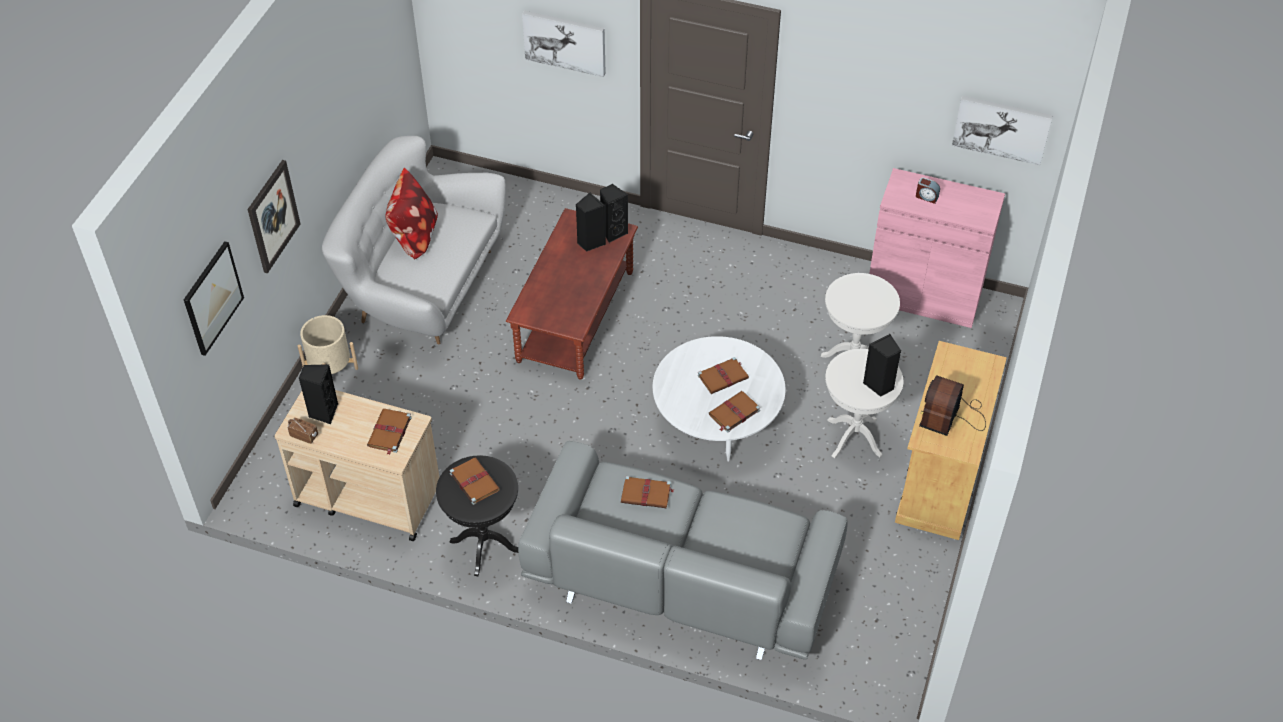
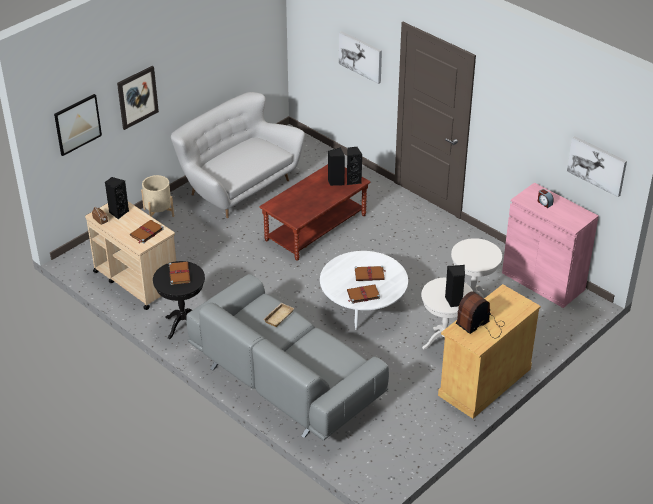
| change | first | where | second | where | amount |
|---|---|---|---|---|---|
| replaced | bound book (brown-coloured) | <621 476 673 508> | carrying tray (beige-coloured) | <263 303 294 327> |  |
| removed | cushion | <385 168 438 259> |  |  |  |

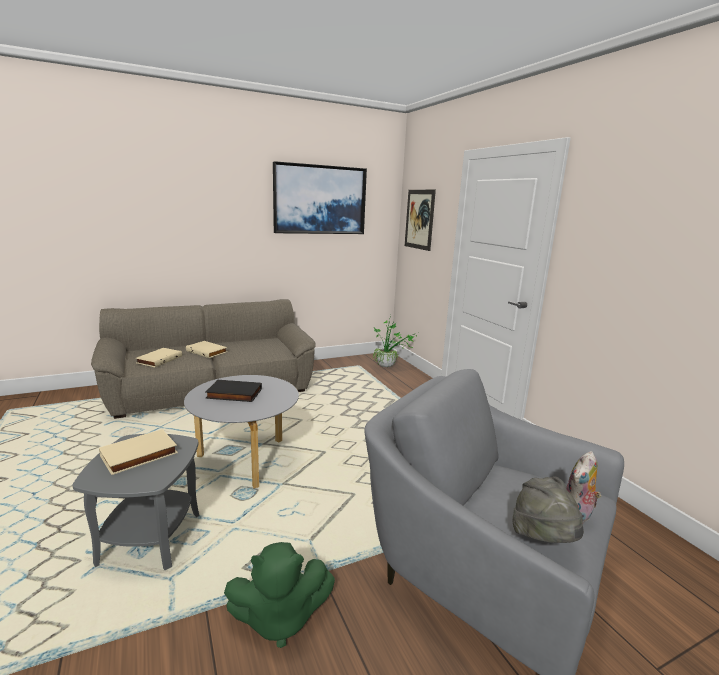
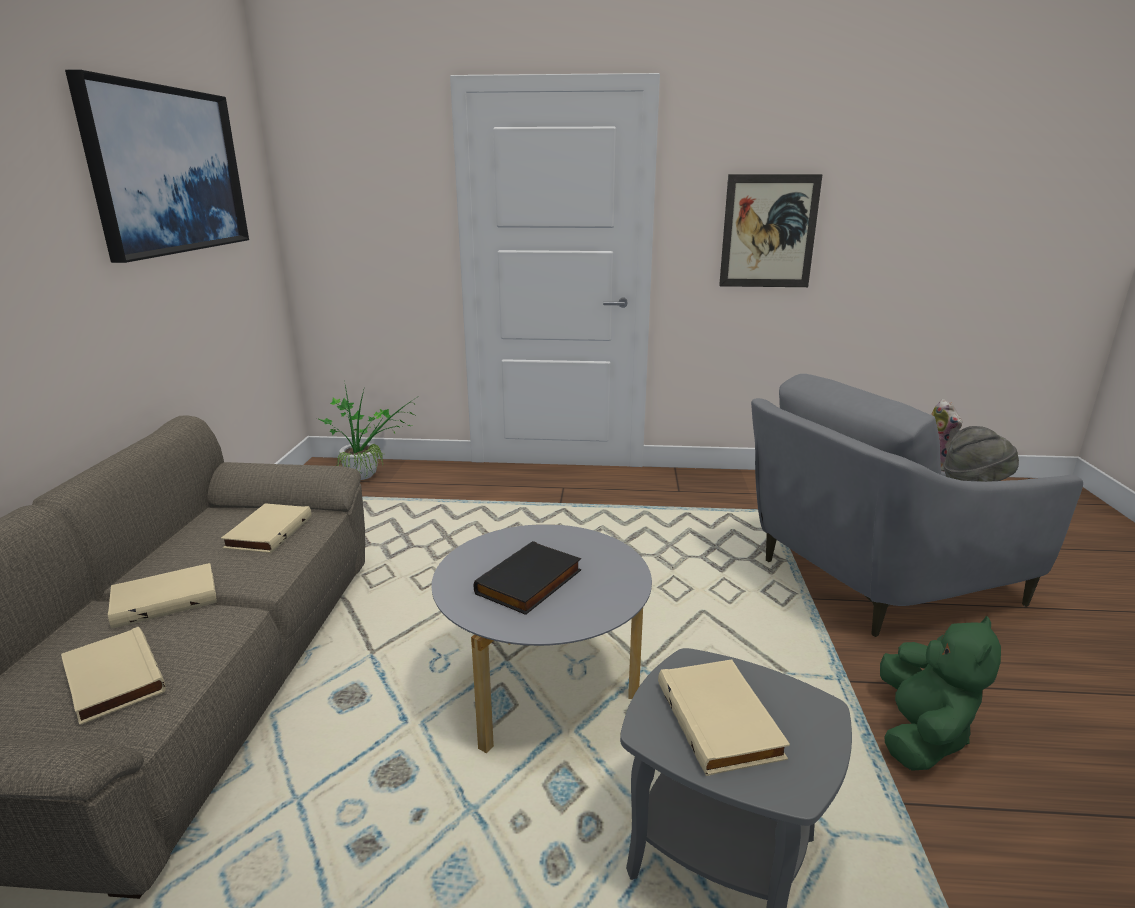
| change | first | where | second | where | amount |
|---|---|---|---|---|---|
| added |  |  | bound book (beige-coloured) | <221 503 311 553> |  |
| moved | wall art | <405 190 436 251> |  | <719 174 823 287> |  |

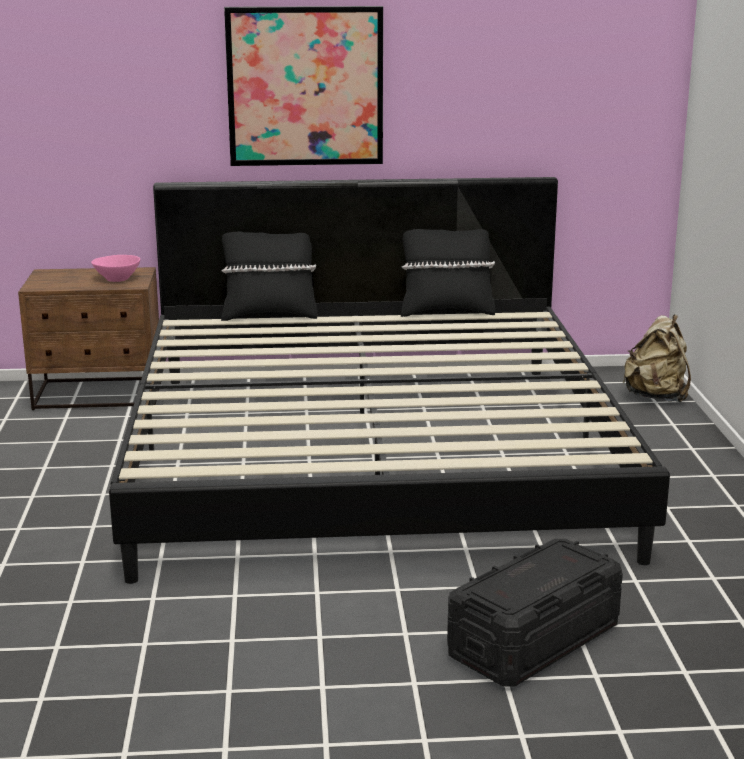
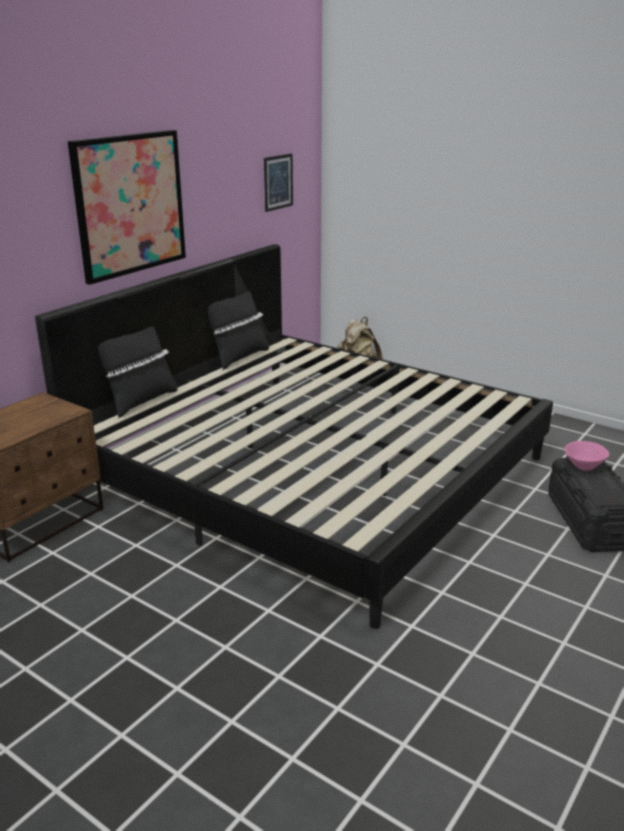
| change | first | where | second | where | amount |
|---|---|---|---|---|---|
| added |  |  | wall art | <264 153 293 212> |  |
| moved | bowl (pink) | <91 255 140 282> |  | <565 441 609 471> |  |

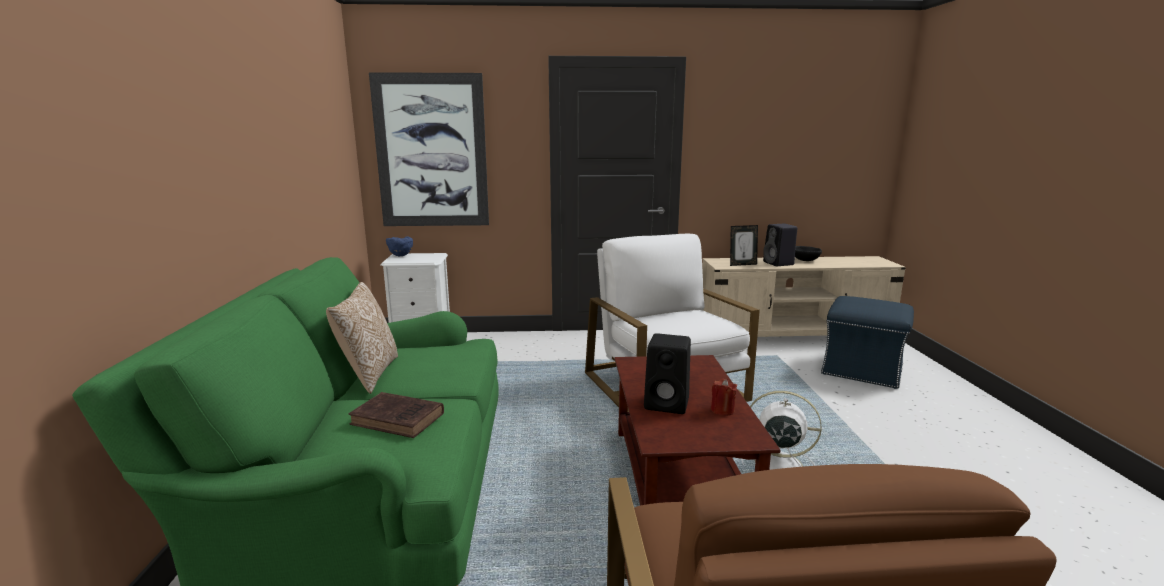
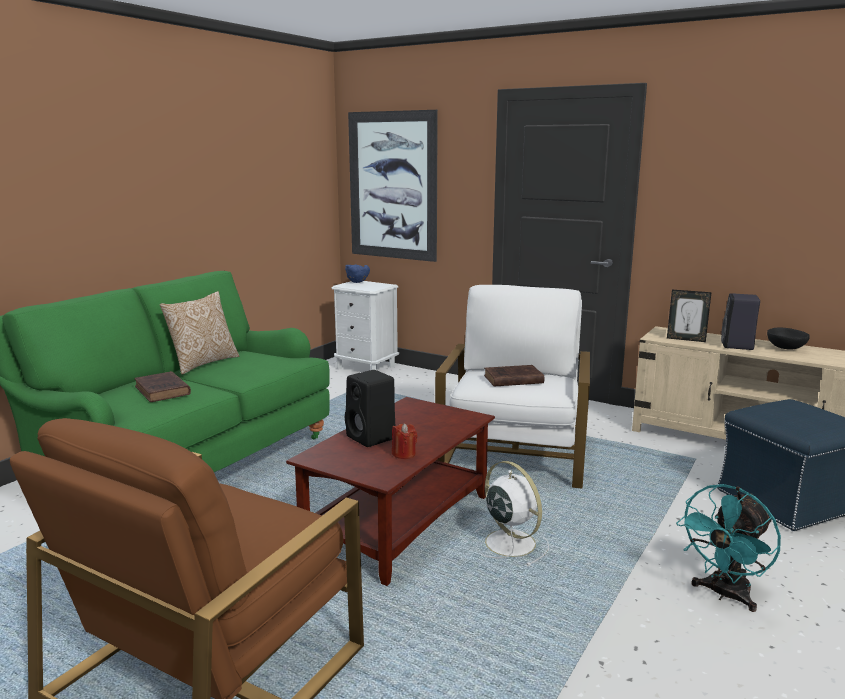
| change | first | where | second | where | amount |
|---|---|---|---|---|---|
| added |  |  | bound book (brown-coloured) | <484 365 544 387> |  |
| added |  |  | fan (turquoise) | <676 484 781 612> |  |

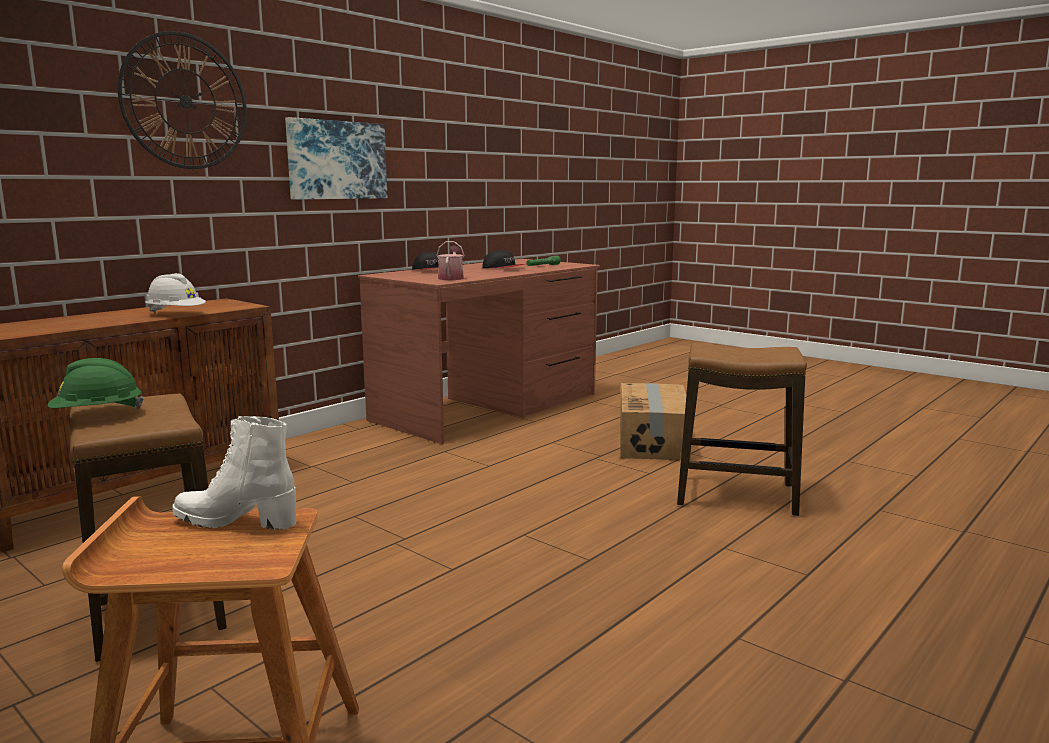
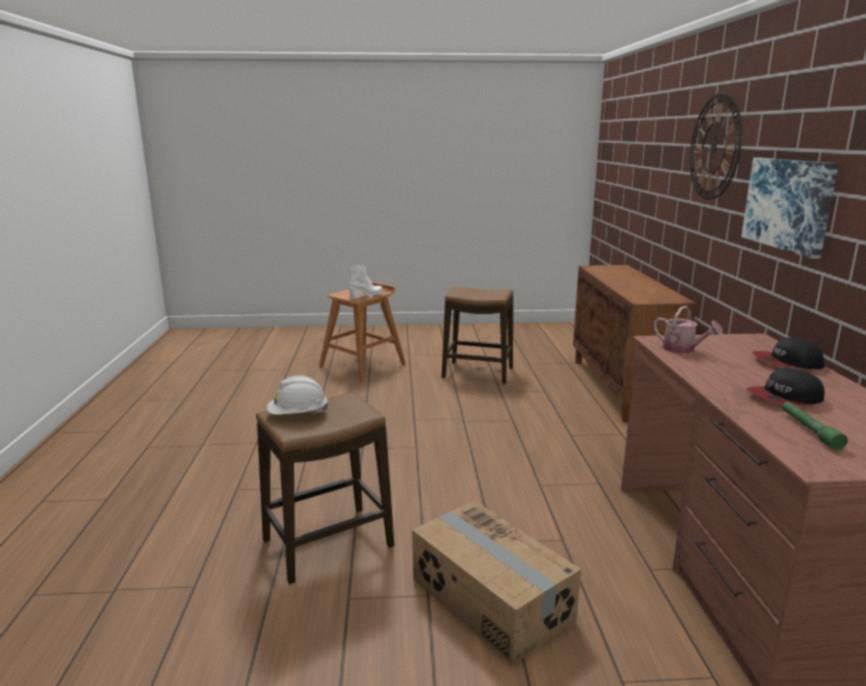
| change | first | where | second | where | amount |
|---|---|---|---|---|---|
| moved | hard hat (white) | <145 273 206 313> |  | <267 376 328 415> |  |
| removed | hard hat (green-coloured) | <48 358 144 409> |  |  |  |

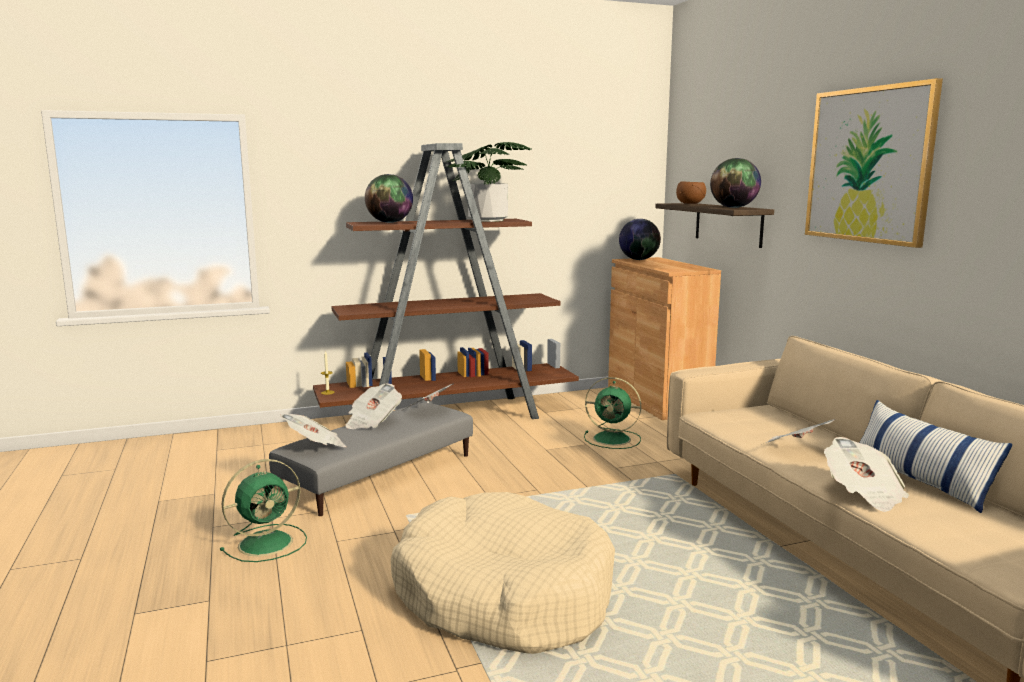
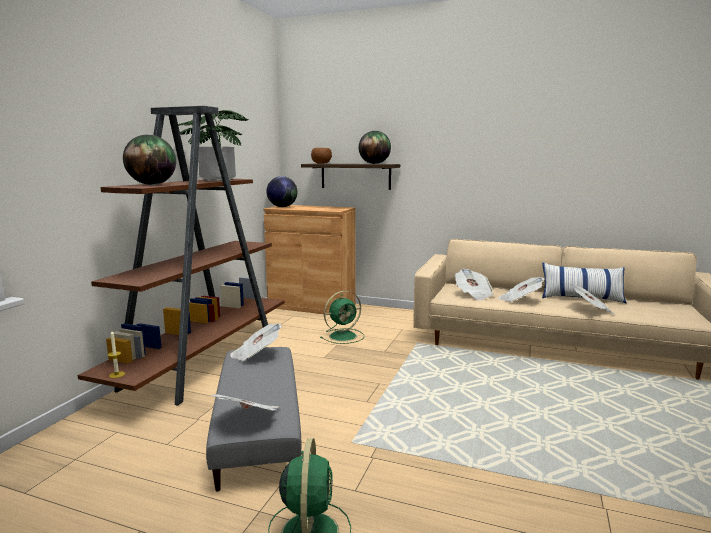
| change | first | where | second | where | amount |
|---|---|---|---|---|---|
| moved | printed paper | <345 383 402 429> |  | <455 269 494 301> |  |
| removed | dog bed (beige-coloured) | <391 492 615 654> |  |  |  |
| removed | wall art | <805 78 943 248> |  |  |  |

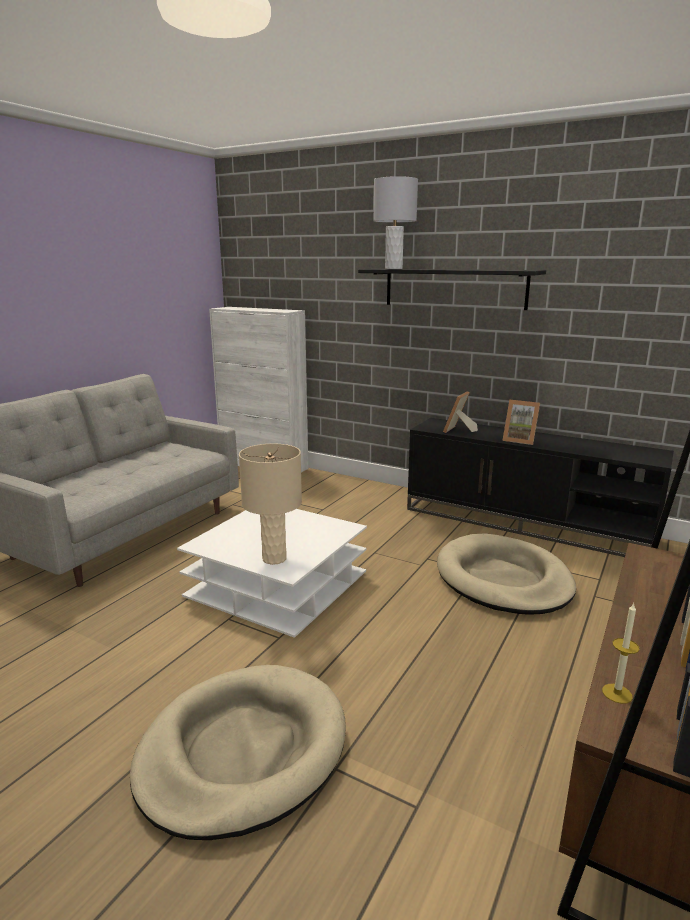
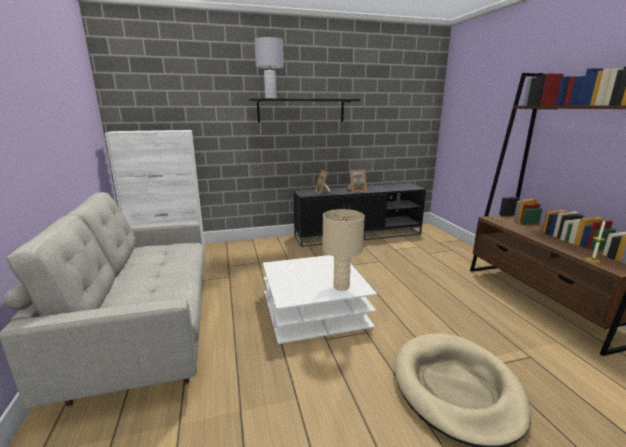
| change | first | where | second | where | amount |
|---|---|---|---|---|---|
| removed | dog bed (beige-coloured) | <437 533 576 615> |  |  |  |

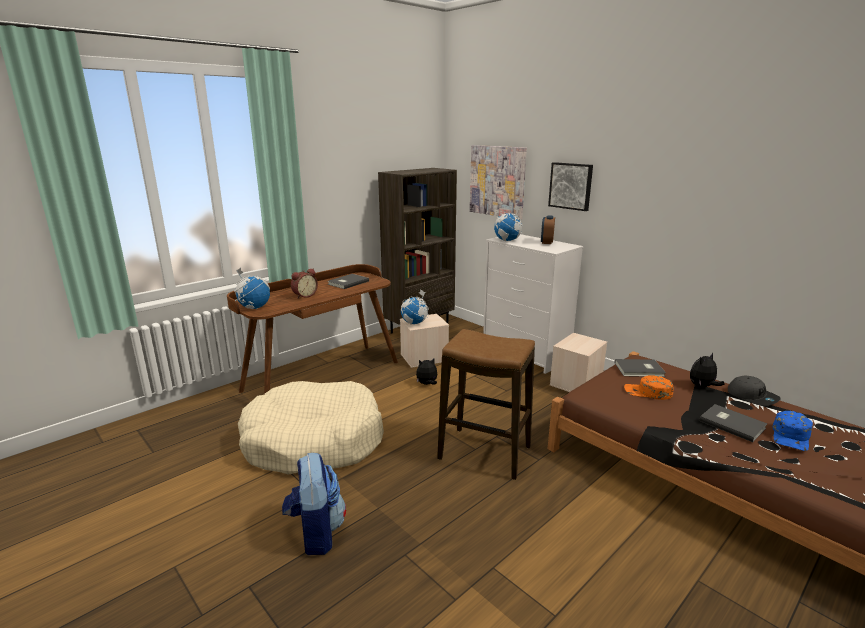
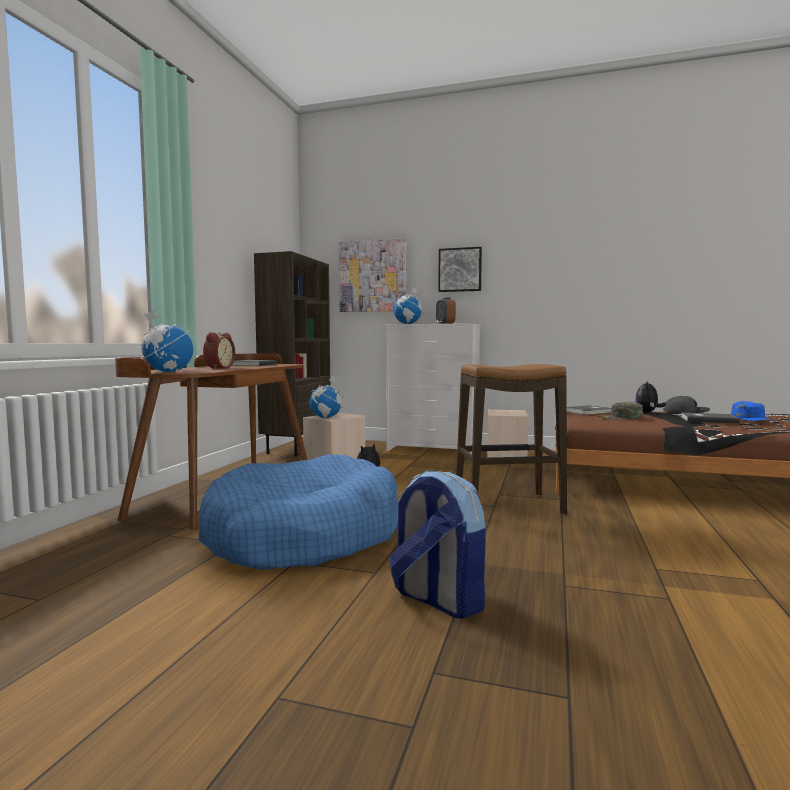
| change | first | where | second | where | amount |
|---|---|---|---|---|---|
| recoloured | dog bed (beige-coloured) | <238 381 384 475> | dog bed (blue) | <198 454 398 570> |  |
| recoloured | cap (orange-coloured) | <624 375 674 400> | cap (green-coloured) | <598 402 643 420> |  |

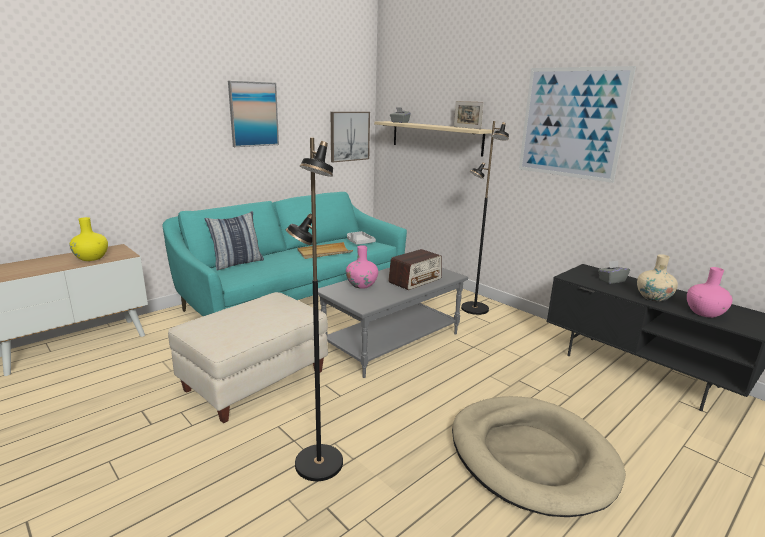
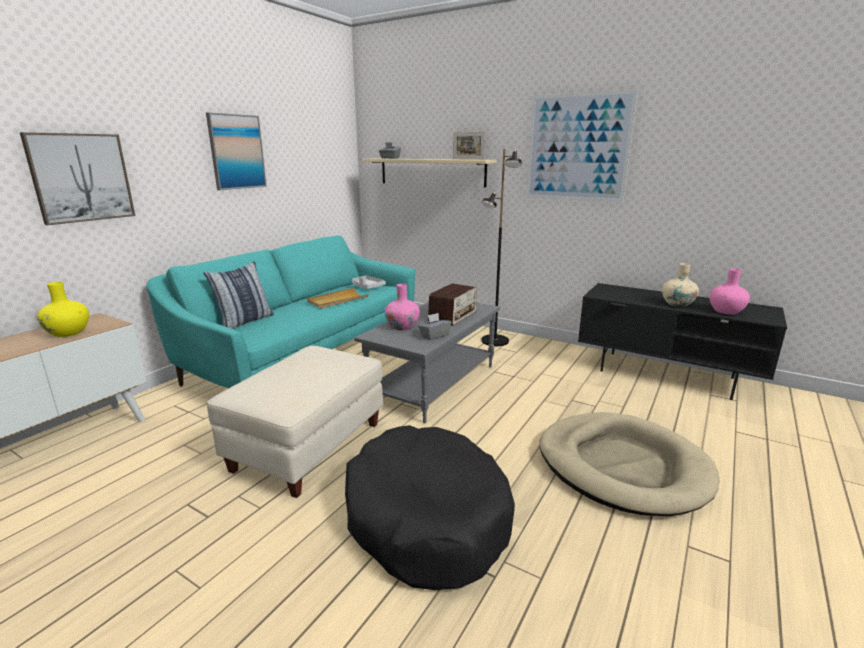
| change | first | where | second | where | amount |
|---|---|---|---|---|---|
| moved | wall art | <331 112 370 162> |  | <20 132 135 225> |  |
| replaced | floor lamp (blackish) | <286 138 343 481> | dog bed (blackish) | <345 425 515 590> |  |
| moved | tissue box (greyish) | <598 261 630 284> |  | <418 313 452 340> |  |

